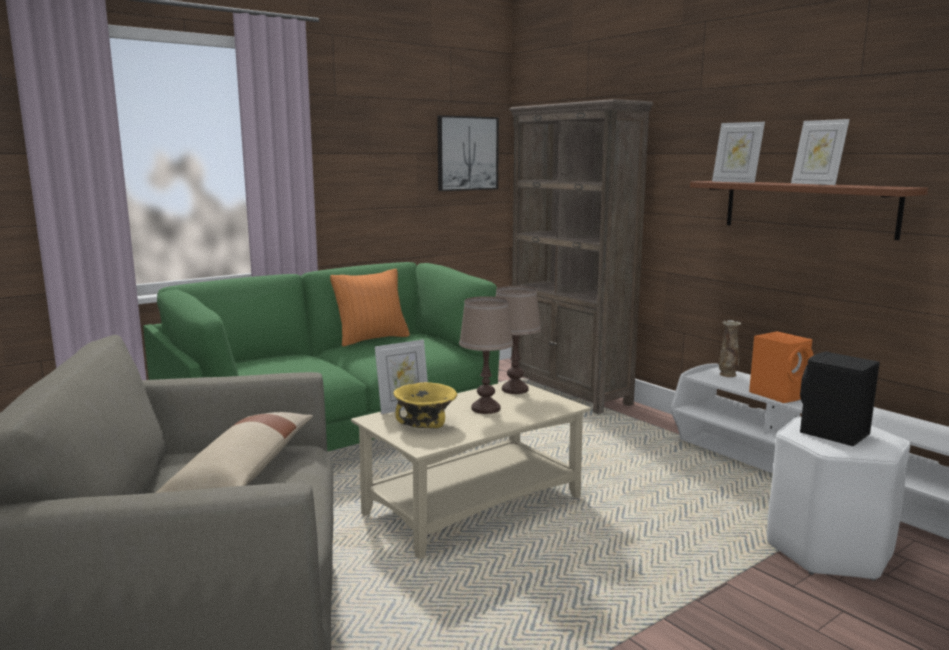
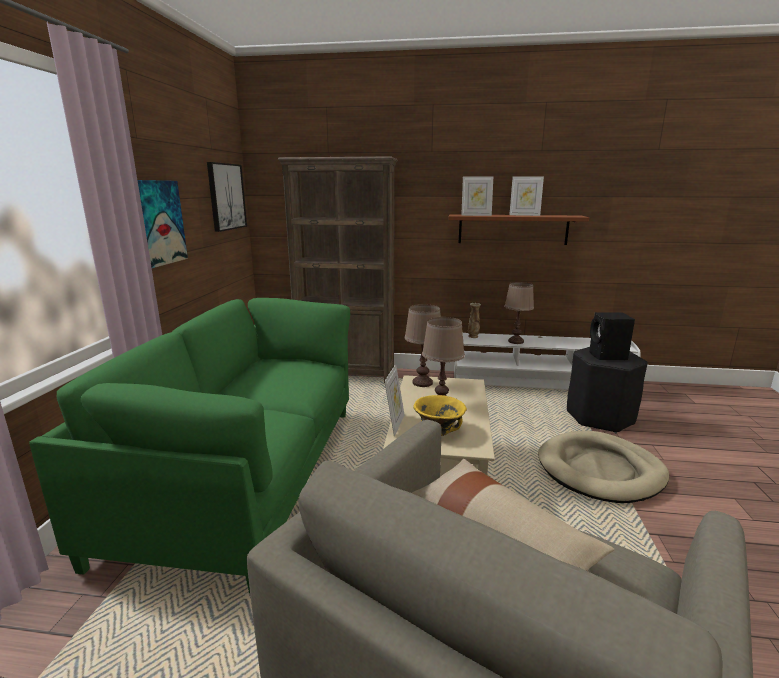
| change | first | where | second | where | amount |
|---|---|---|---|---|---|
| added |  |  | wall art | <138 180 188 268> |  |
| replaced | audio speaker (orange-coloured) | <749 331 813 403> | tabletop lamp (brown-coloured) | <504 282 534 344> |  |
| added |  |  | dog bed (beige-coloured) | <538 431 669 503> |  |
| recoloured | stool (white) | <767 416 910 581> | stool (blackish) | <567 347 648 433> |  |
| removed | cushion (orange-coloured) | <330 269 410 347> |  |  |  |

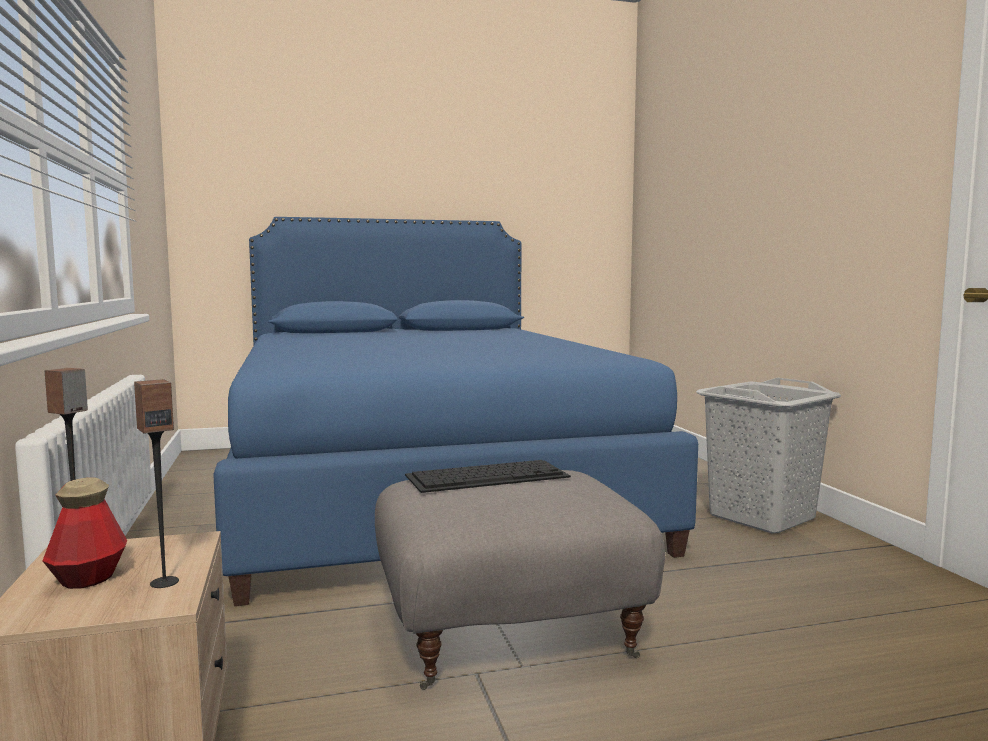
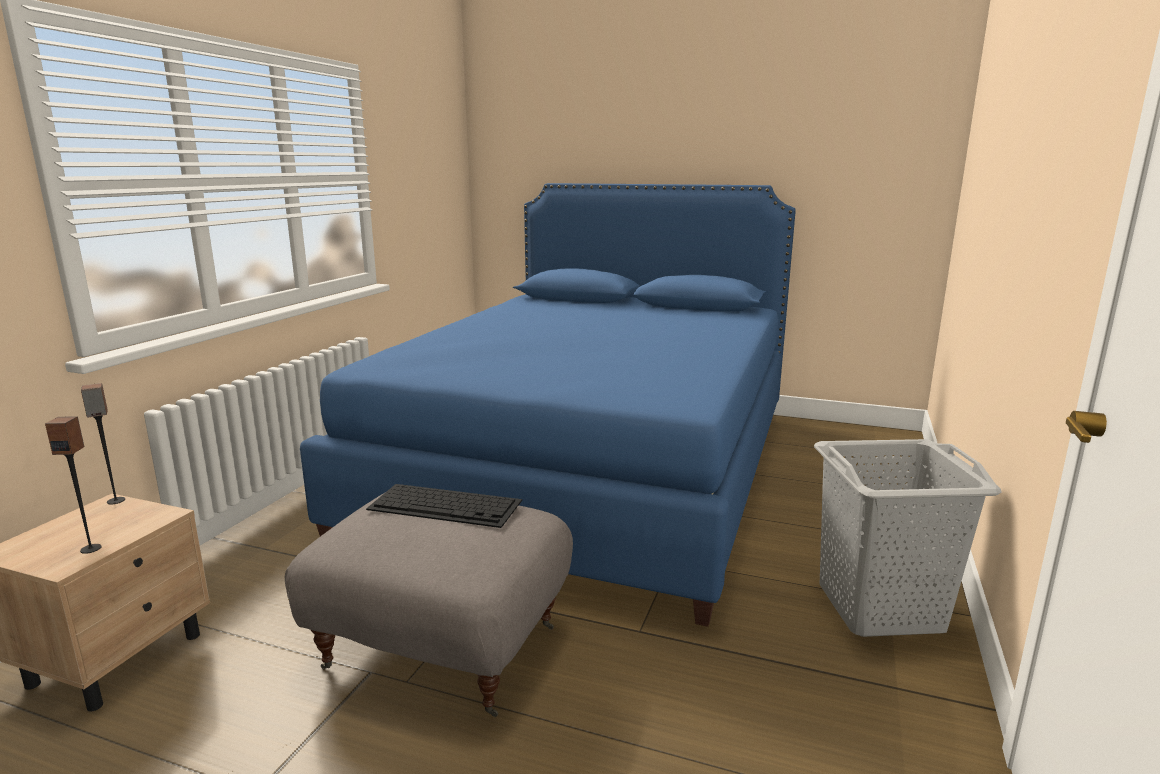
| change | first | where | second | where | amount |
|---|---|---|---|---|---|
| removed | bottle | <43 477 127 589> |  |  |  |

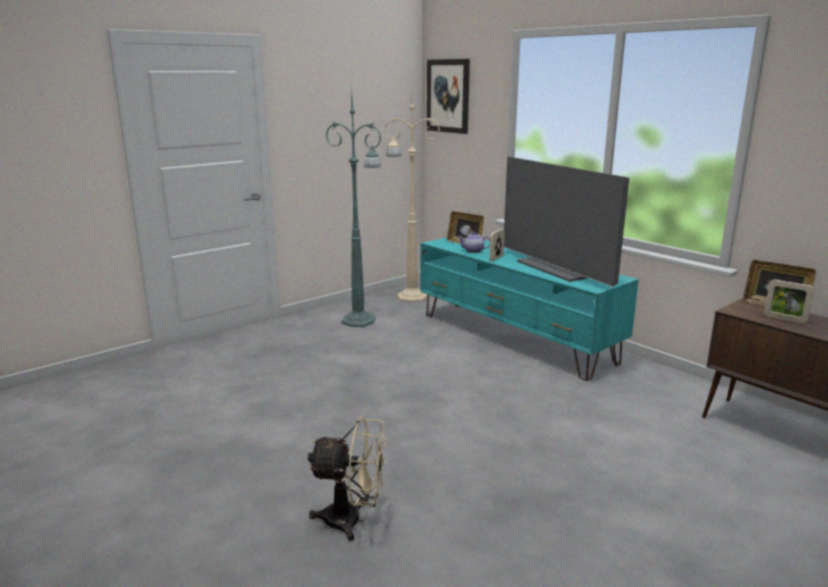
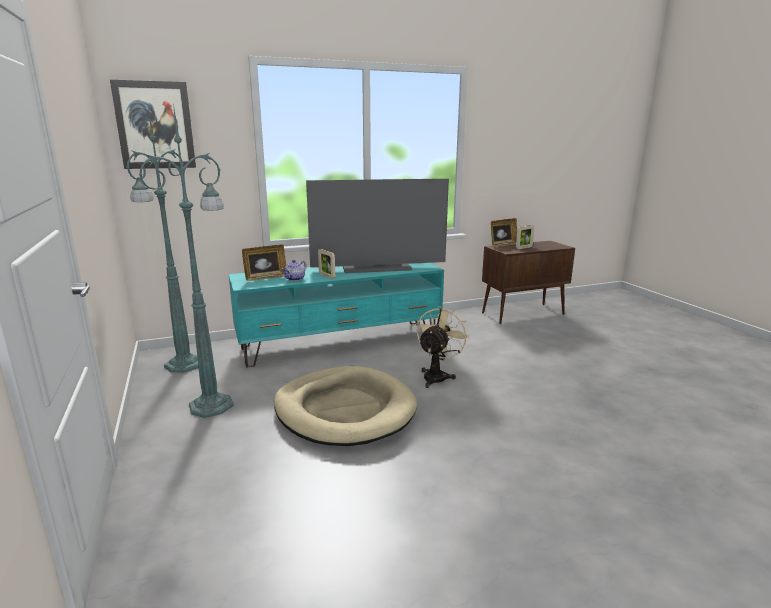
| change | first | where | second | where | amount |
|---|---|---|---|---|---|
| recoloured | floor lamp (beige-coloured) | <384 93 440 302> | floor lamp (green-coloured) | <126 107 199 373> |  |
| added |  |  | dog bed (beige-coloured) | <274 366 417 446> |  |
| moved | fan (beige-coloured) | <308 417 386 541> |  | <417 306 469 388> |  |

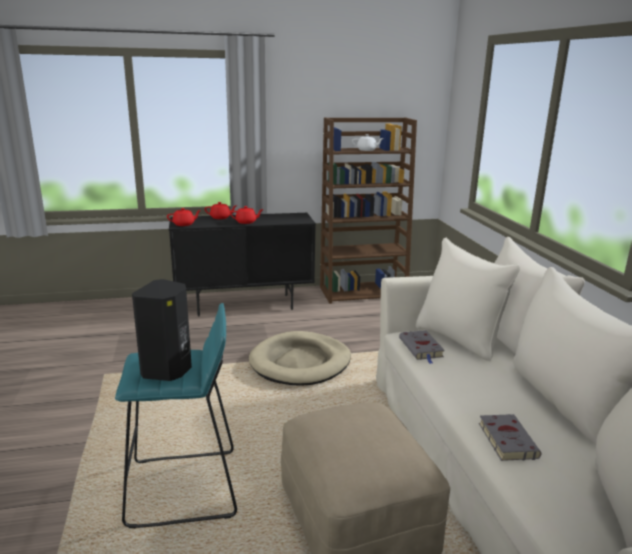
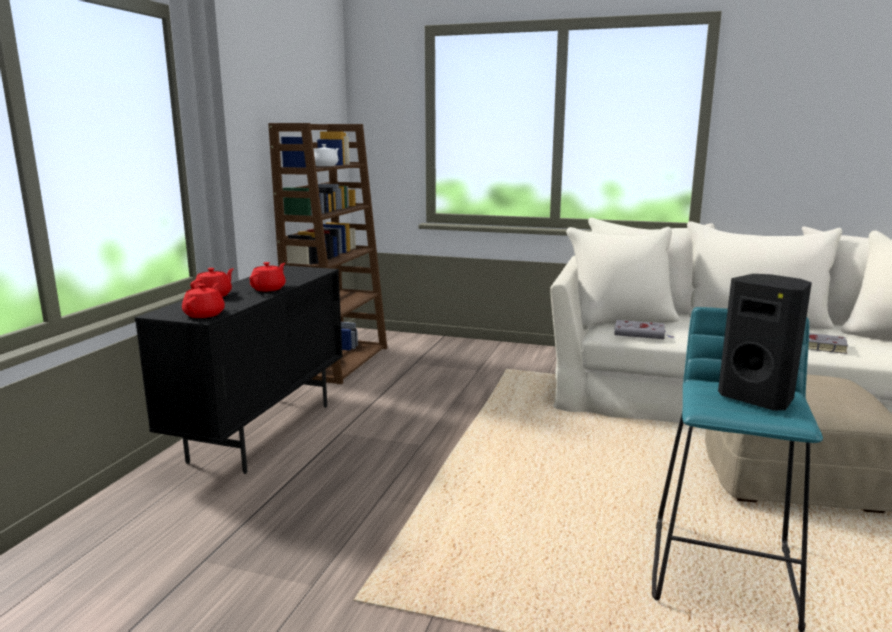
| change | first | where | second | where | amount |
|---|---|---|---|---|---|
| removed | dog bed (beige-coloured) | <249 331 351 385> |  |  |  |

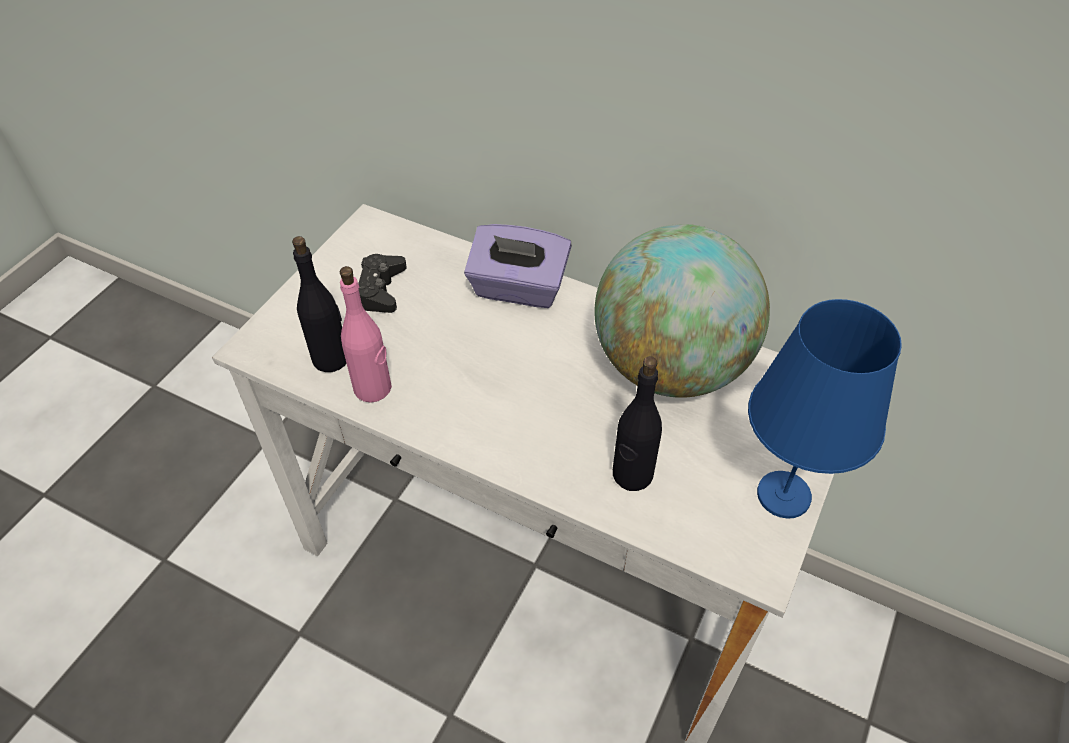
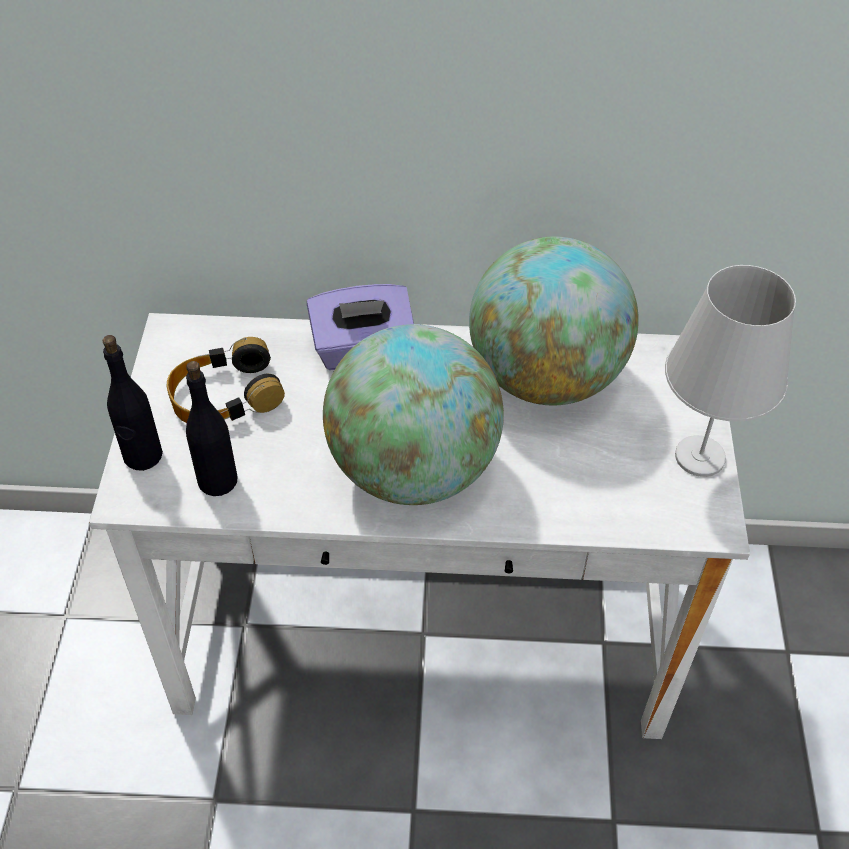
| change | first | where | second | where | amount |
|---|---|---|---|---|---|
| moved | bottle (blackish) | <613 356 662 491> |  | <103 335 163 471> |  |
| replaced | gamepad (blackish) | <358 254 407 313> | headphones | <167 337 285 423> |  |
| added |  |  | globe | <323 324 504 505> |  |
| recoloured | tabletop lamp (blue) | <748 299 902 519> | tabletop lamp (white) | <665 265 796 477> |  |
| removed | bottle (pink) | <340 266 392 403> |  |  |  |

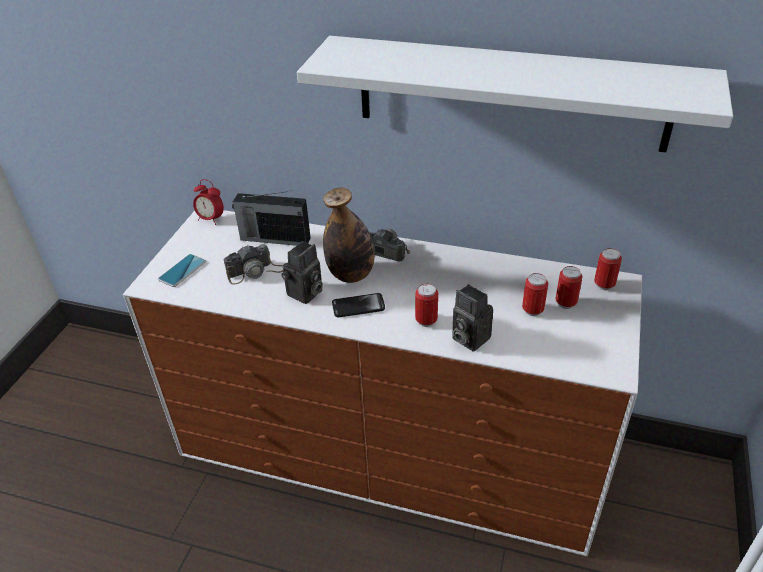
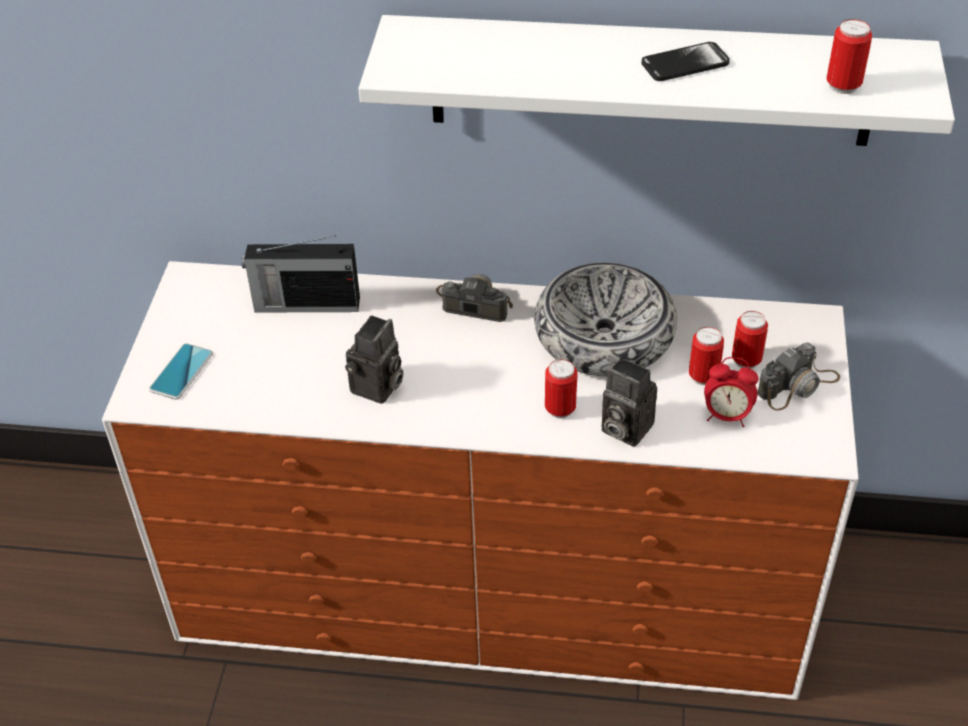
| change | first | where | second | where | amount |
|---|---|---|---|---|---|
| added |  |  | bowl | <534 262 677 376> |  |
| moved | phone | <332 293 385 317> |  | <641 42 730 81> |  |
| moved | table clock | <193 179 224 225> |  | <704 357 758 427> |  |
| moved | photo camera | <224 244 283 285> |  | <757 343 841 411> |  |
| moved | metal can | <594 248 622 290> |  | <826 19 872 94> |  |
| removed | bottle | <323 188 375 283> |  |  |  |

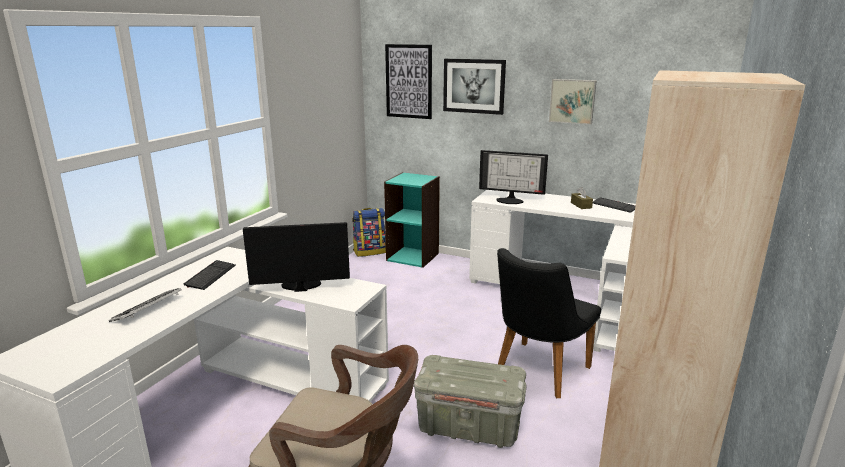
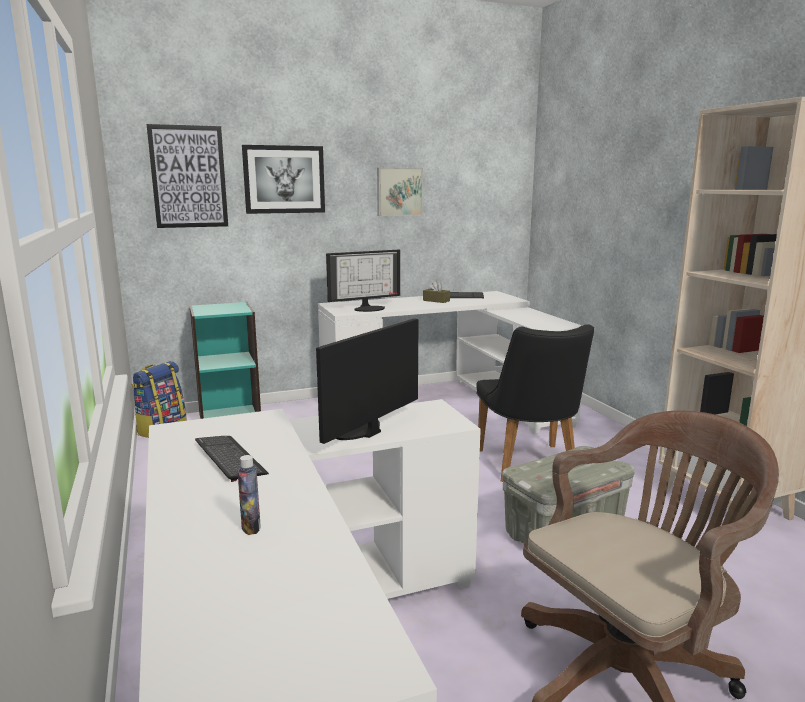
| change | first | where | second | where | amount |
|---|---|---|---|---|---|
| replaced | computer keyboard | <109 288 182 322> | bottle | <237 455 261 535> |  |

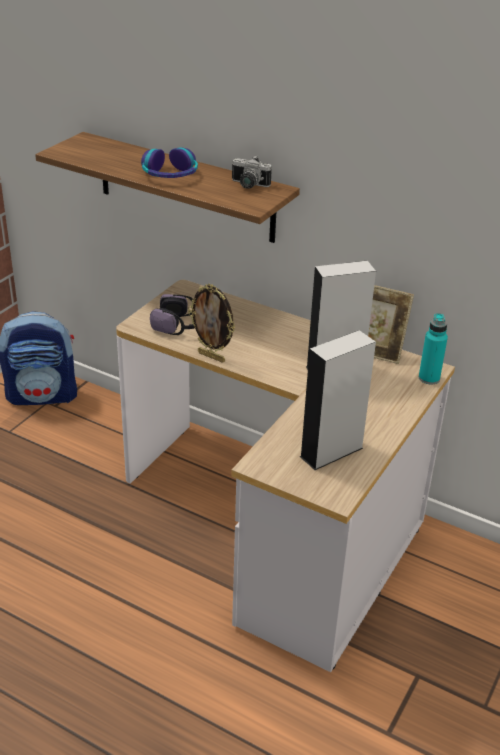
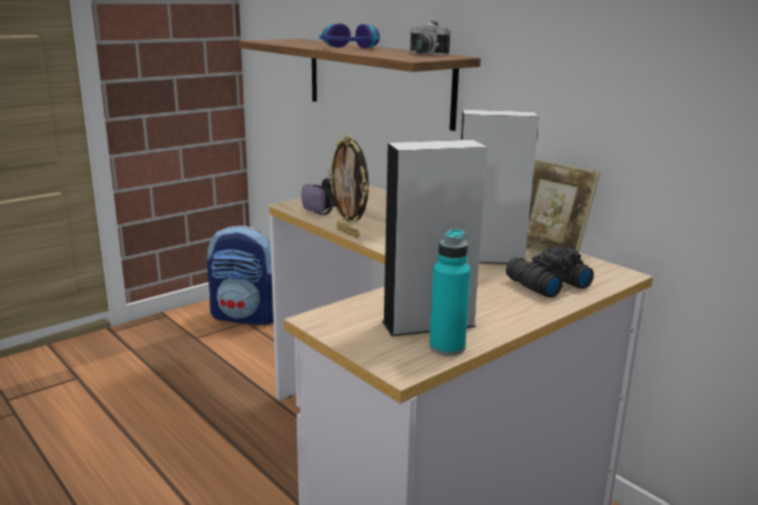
| change | first | where | second | where | amount |
|---|---|---|---|---|---|
| moved | bottle (turquoise) | <419 313 448 384> |  | <429 229 471 356> |  |
| added |  |  | pair of binoculars (blackish) | <506 247 594 298> |  |

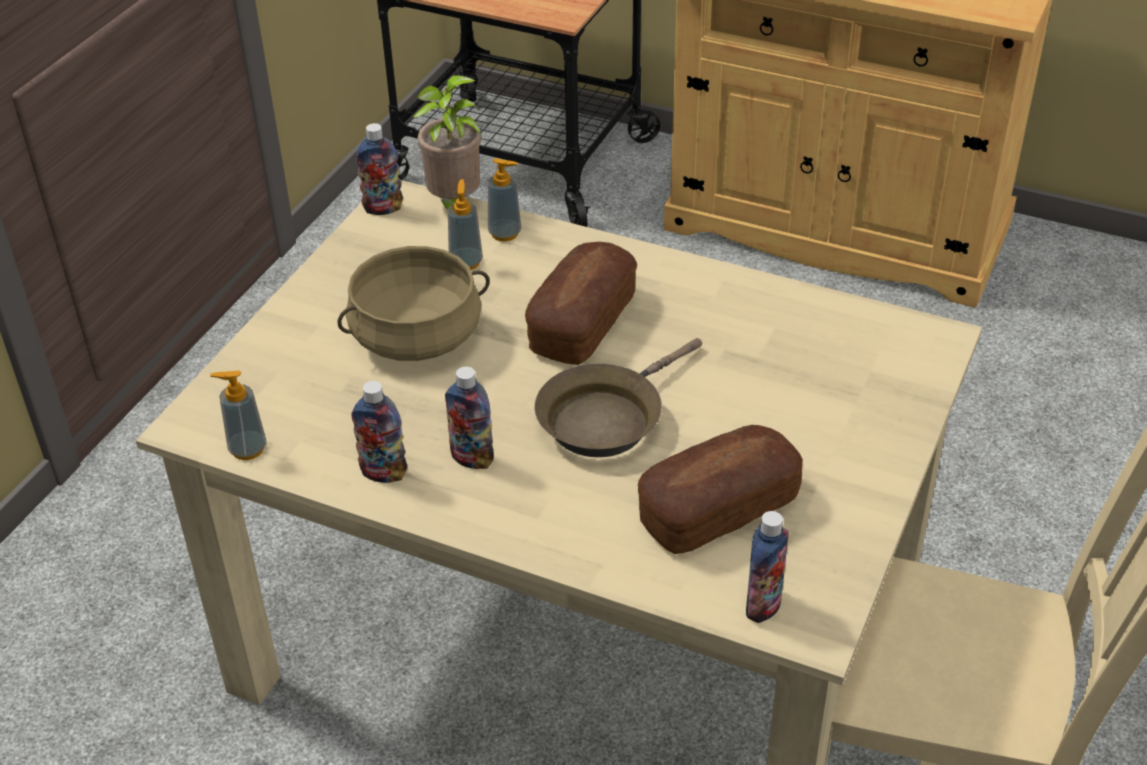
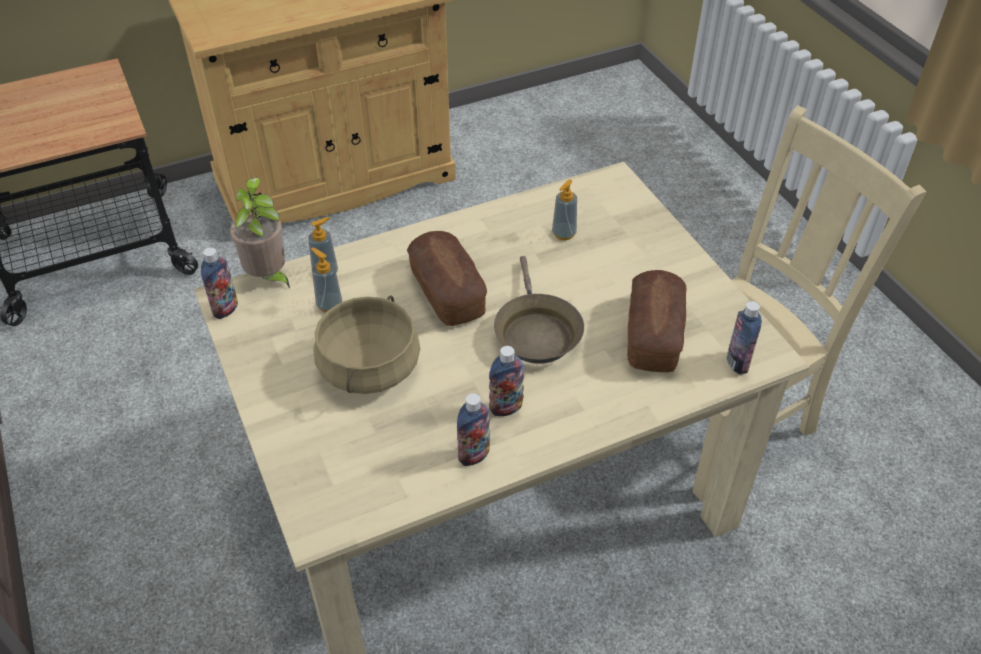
| change | first | where | second | where | amount |
|---|---|---|---|---|---|
| moved | soap bottle | <210 370 267 460> |  | <552 179 577 240> |  |

